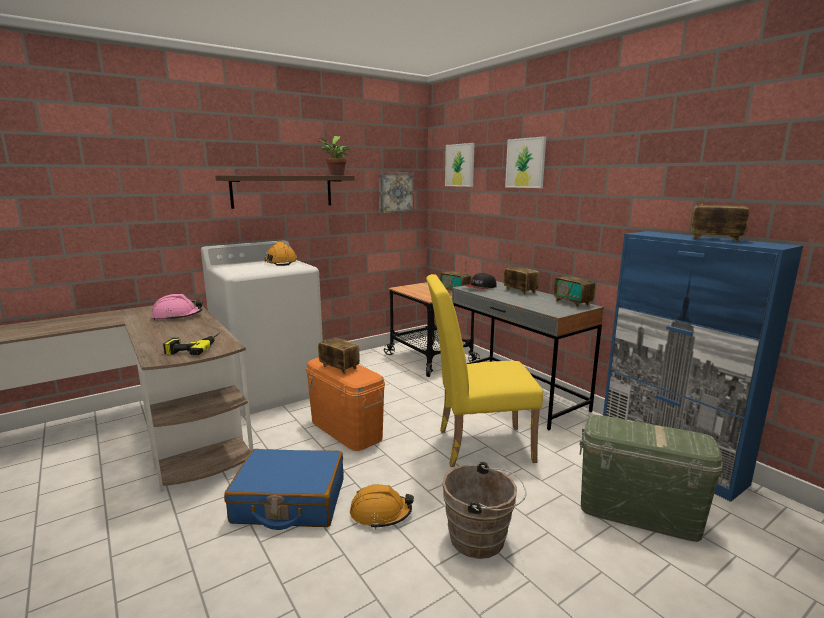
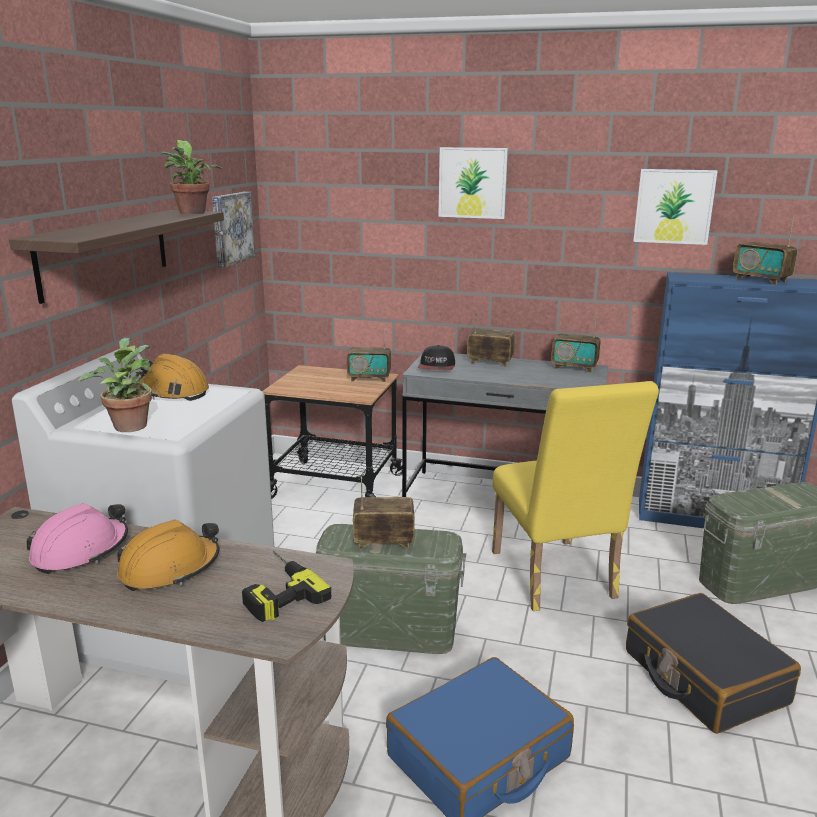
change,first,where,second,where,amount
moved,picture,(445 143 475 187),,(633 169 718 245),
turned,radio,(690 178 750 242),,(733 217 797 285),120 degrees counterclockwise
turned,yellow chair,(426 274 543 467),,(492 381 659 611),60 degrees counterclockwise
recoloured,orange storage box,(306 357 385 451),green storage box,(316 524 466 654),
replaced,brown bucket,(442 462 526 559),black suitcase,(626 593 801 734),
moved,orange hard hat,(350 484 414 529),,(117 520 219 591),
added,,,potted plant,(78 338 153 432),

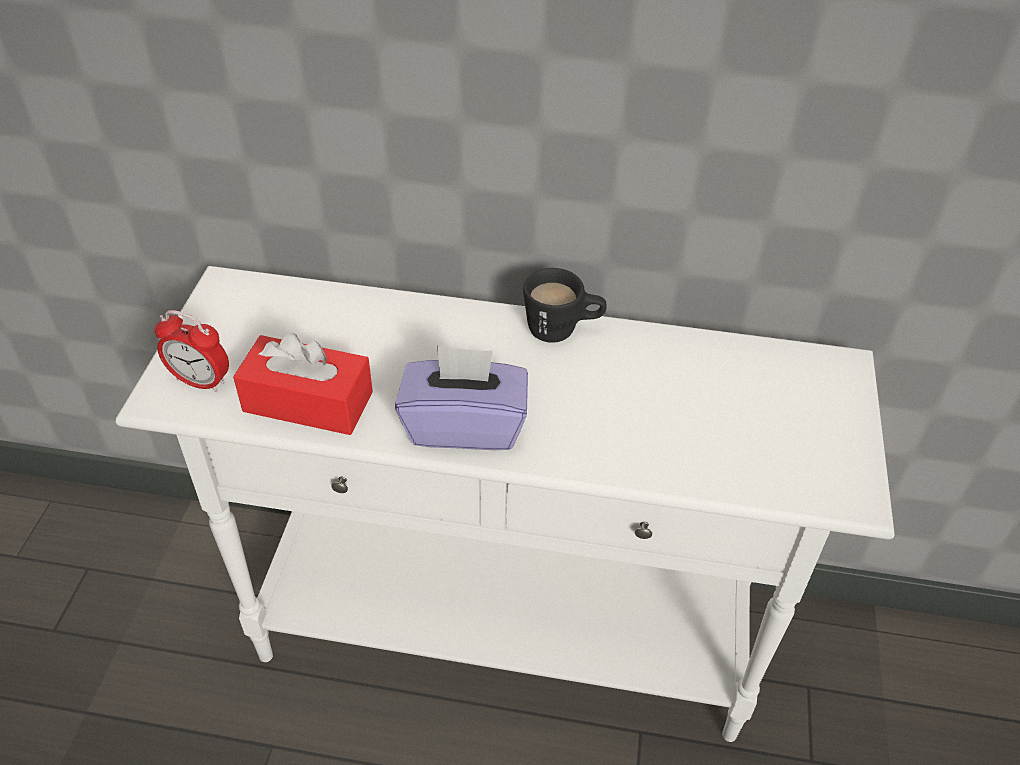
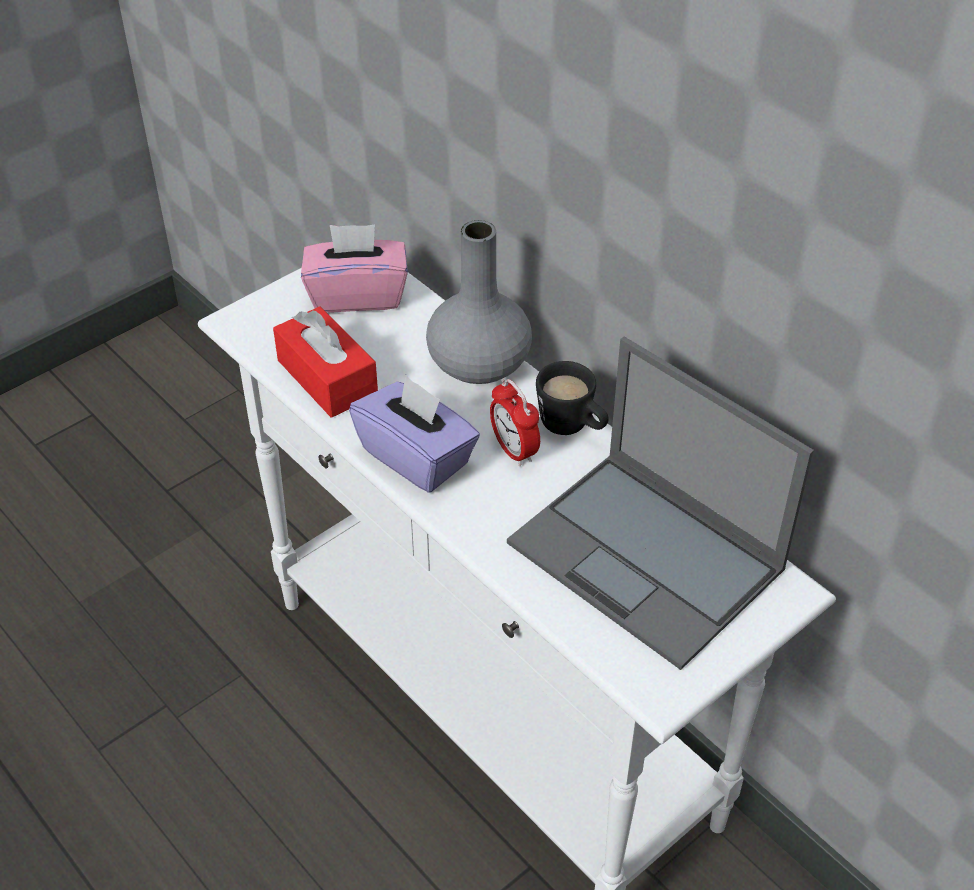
change,first,where,second,where,amount
moved,alarm clock,(154 310 229 392),,(490 379 540 466),
added,,,grey vase,(426 220 532 384),
added,,,pink tissue box,(301 225 408 313),
added,,,laptop,(507 337 814 670),

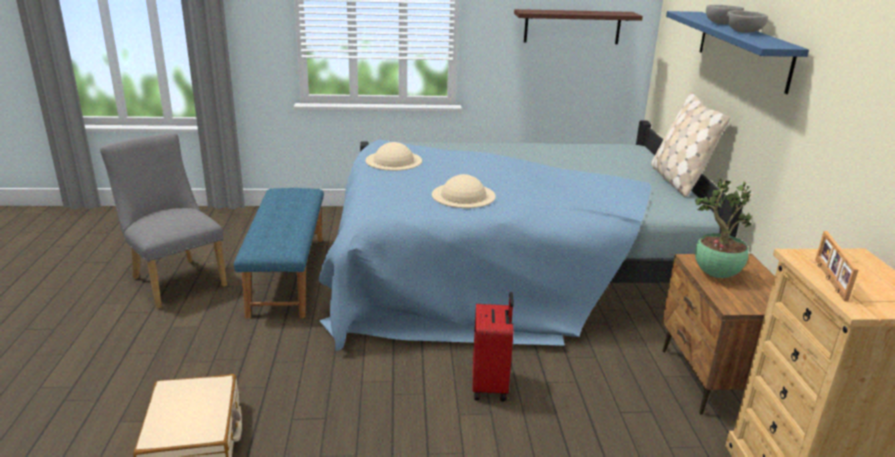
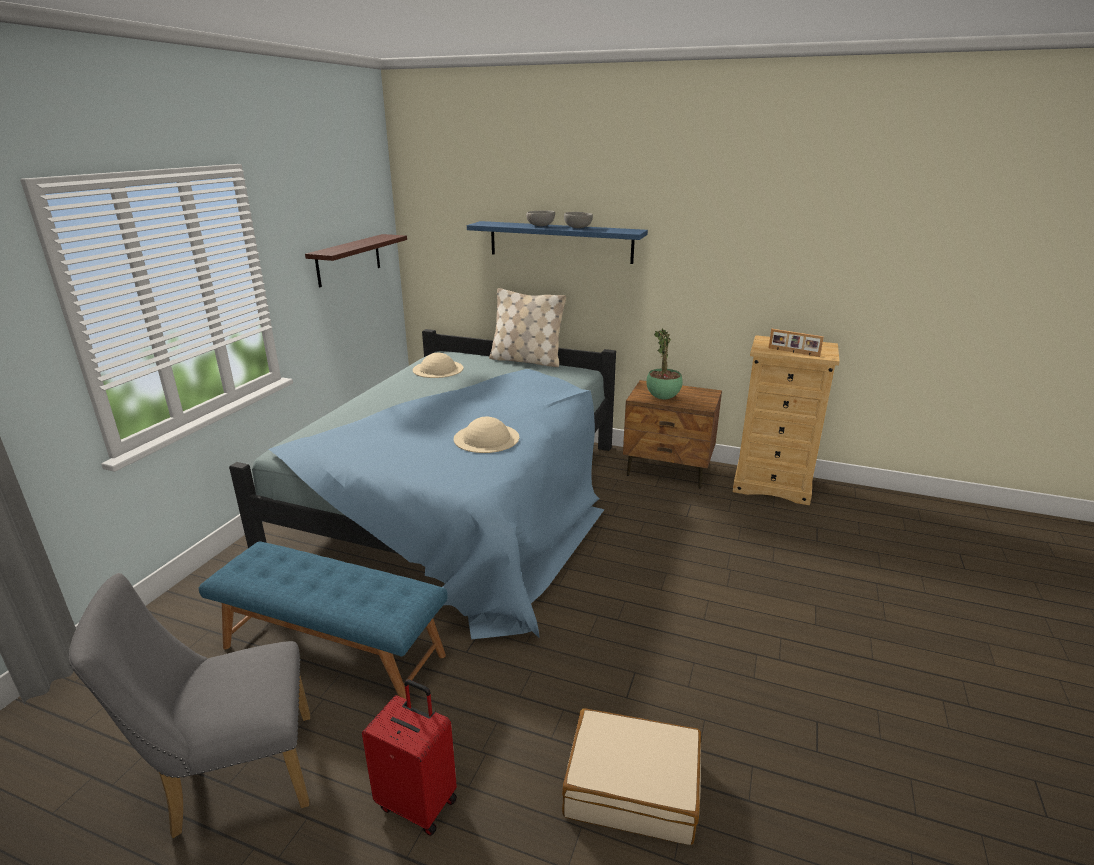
change,first,where,second,where,amount
moved,beige hat,(366 142 422 171),,(413 353 464 378),
moved,red suitcase,(473 292 514 402),,(362 679 457 836),

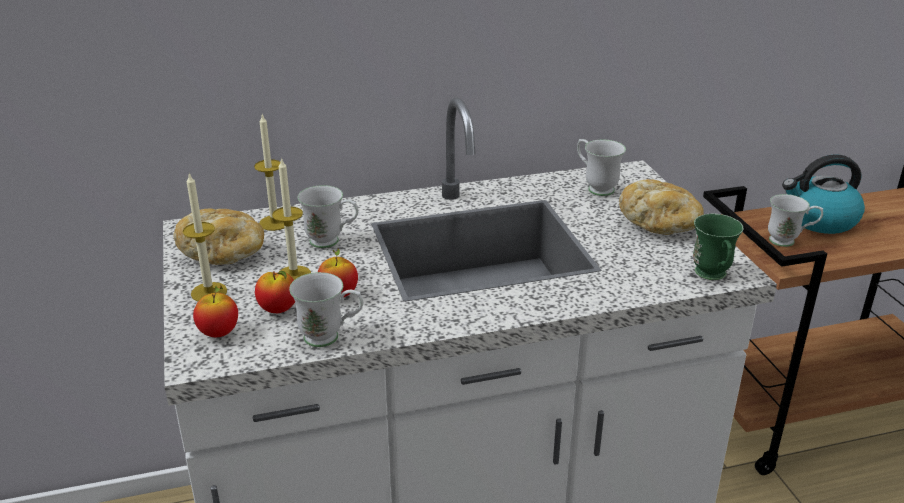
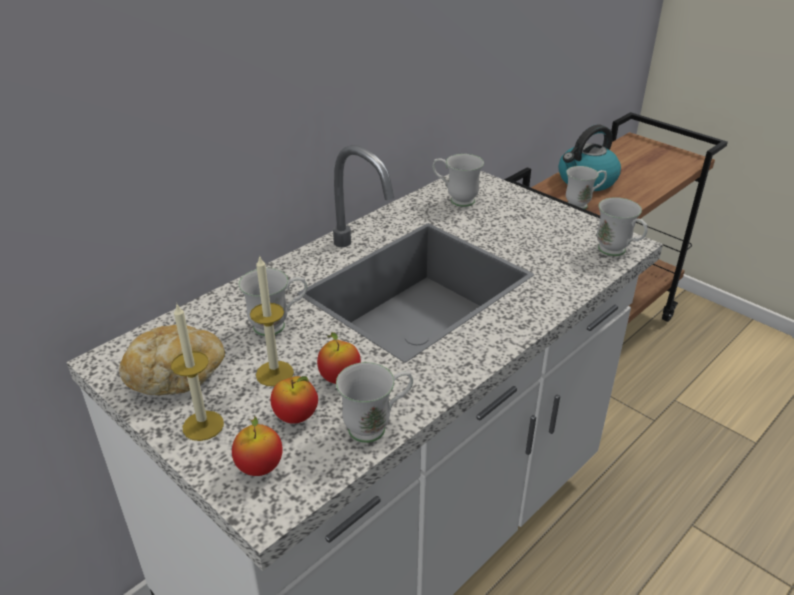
change,first,where,second,where,amount
removed,candle,(254 115 285 231),,,
removed,bread,(619 179 704 235),,,
recoloured,green mug,(693 214 743 280),white mug,(597 197 648 256),

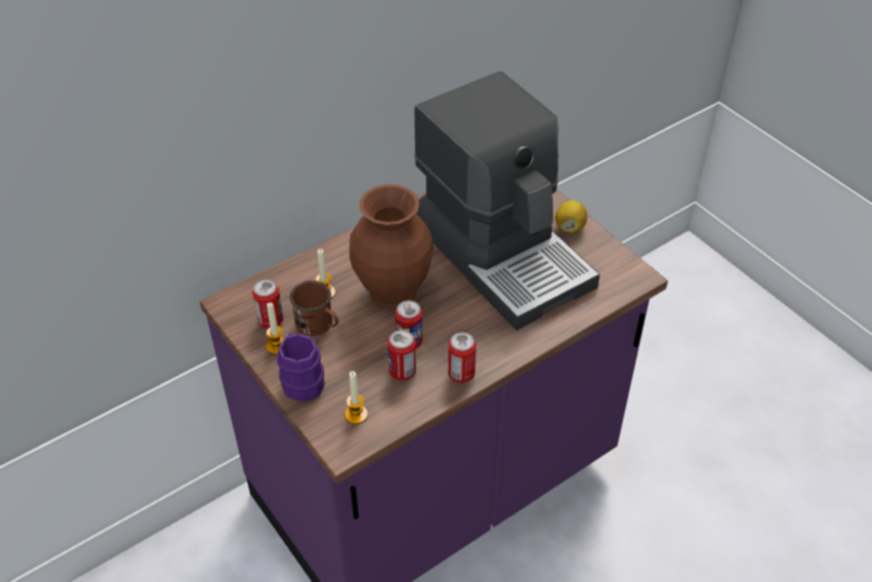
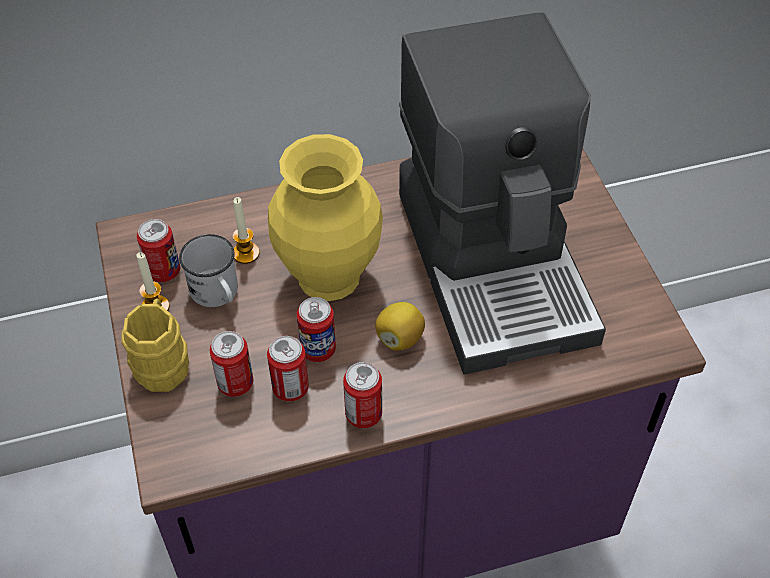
change,first,where,second,where,amount
recoloured,brown vase,(349 184 434 310),yellow vase,(268 134 383 301),
moved,lemon,(555 201 587 233),,(375 302 425 351),
recoloured,brown mug,(290 280 339 336),white mug,(179 234 238 307),
recoloured,purple mug,(277 333 325 402),yellow mug,(121 298 189 392),
removed,candle,(345 371 368 424),,,
added,,,can,(210 331 253 397),

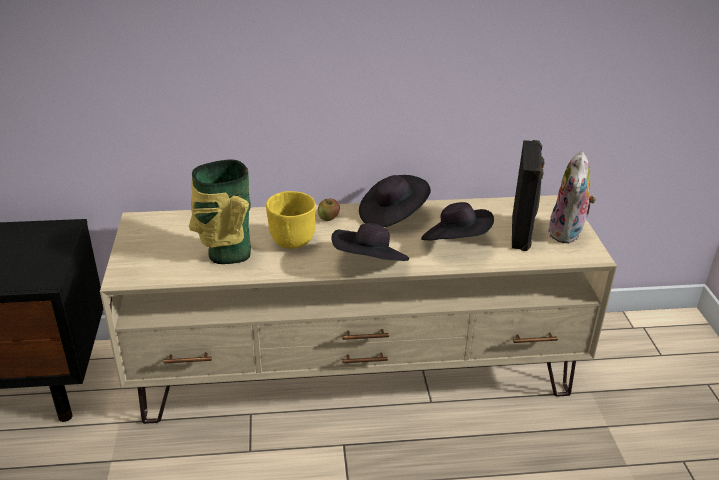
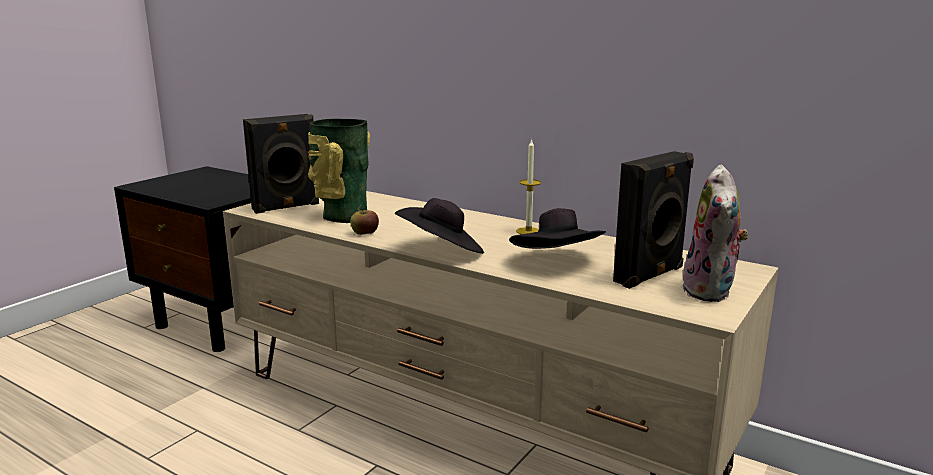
change,first,where,second,where,amount
turned,plush toy,(548 151 596 244),,(682 165 749 302),45 degrees counterclockwise
replaced,black hat,(359 175 431 227),candle,(516 139 541 234),
removed,yellow bowl,(266 191 316 249),,,
moved,apple,(318 198 340 221),,(350 207 379 235),
added,,,black speaker,(243 114 319 214),

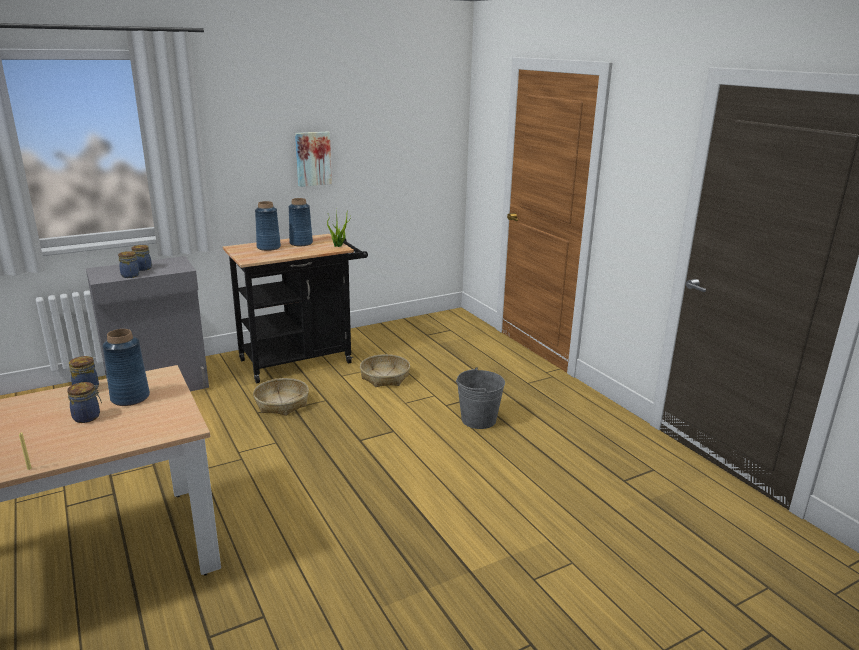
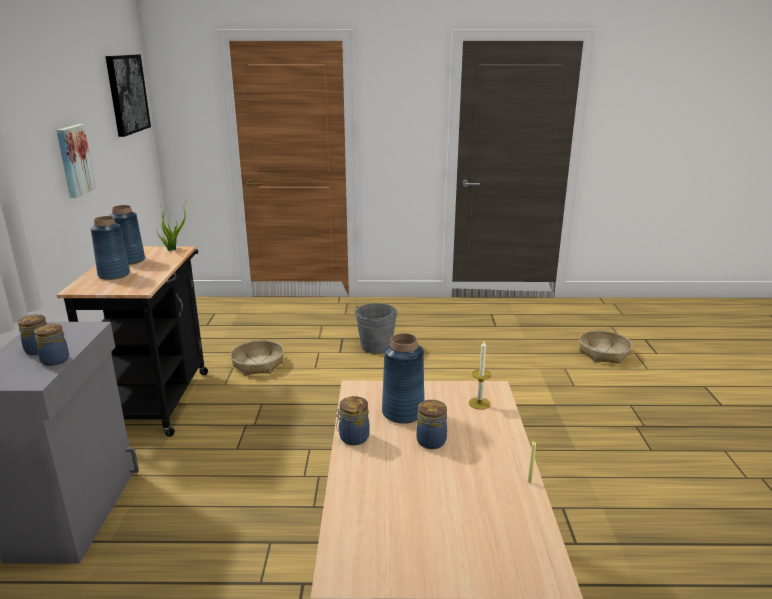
change,first,where,second,where,amount
moved,basket,(253 378 309 416),,(579 330 633 364),
added,,,picture,(105 55 151 137),
added,,,candle,(469 341 491 410),

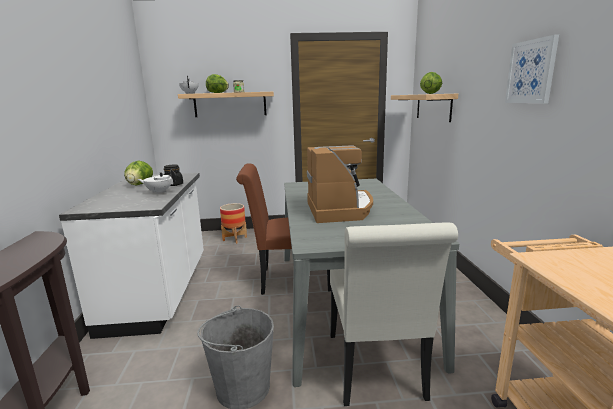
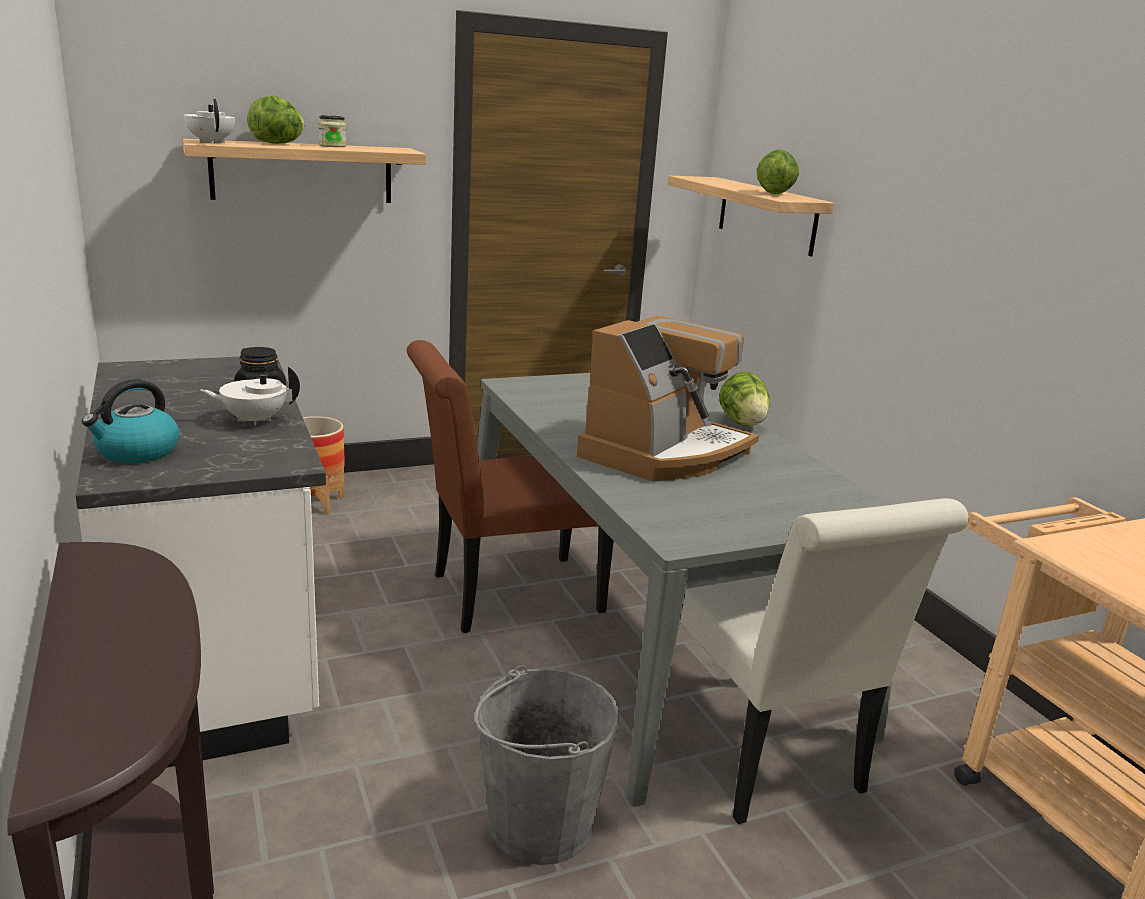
change,first,where,second,where,amount
removed,picture,(505 35 559 104),,,
turned,coffee machine,(307 145 373 223),,(577 315 759 482),60 degrees clockwise
moved,lettuce,(124 160 153 185),,(719 372 770 426),
added,,,kettle,(82 379 179 463),

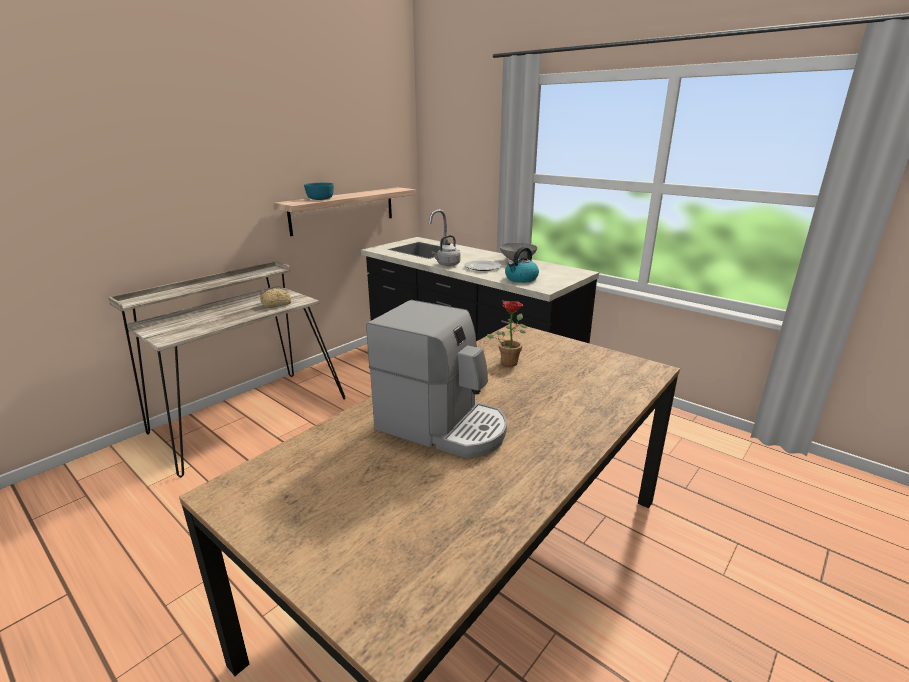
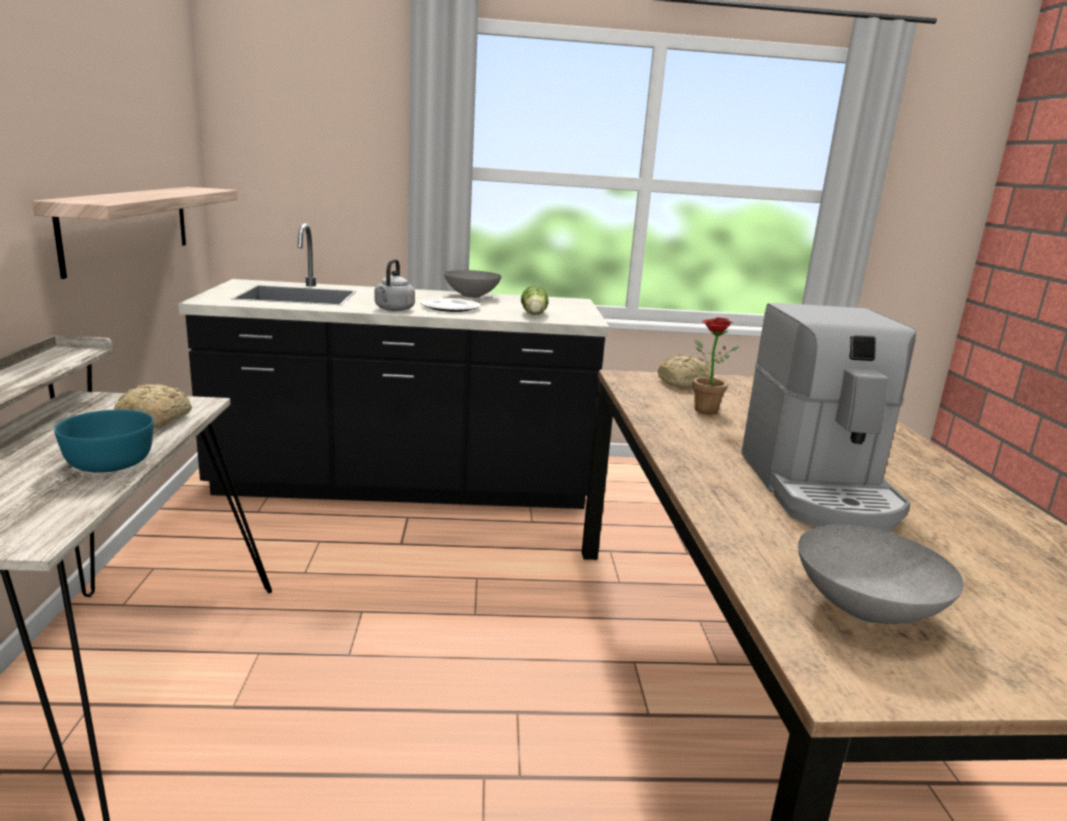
change,first,where,second,where,amount
moved,turquoise bowl,(304 183 334 200),,(54 410 154 472),
replaced,kettle,(505 247 539 283),lettuce,(521 285 548 315),
turned,coffee machine,(366 300 507 458),,(741 303 917 532),105 degrees clockwise
added,,,bread,(658 355 711 388),
added,,,grey bowl,(798 525 964 624),

